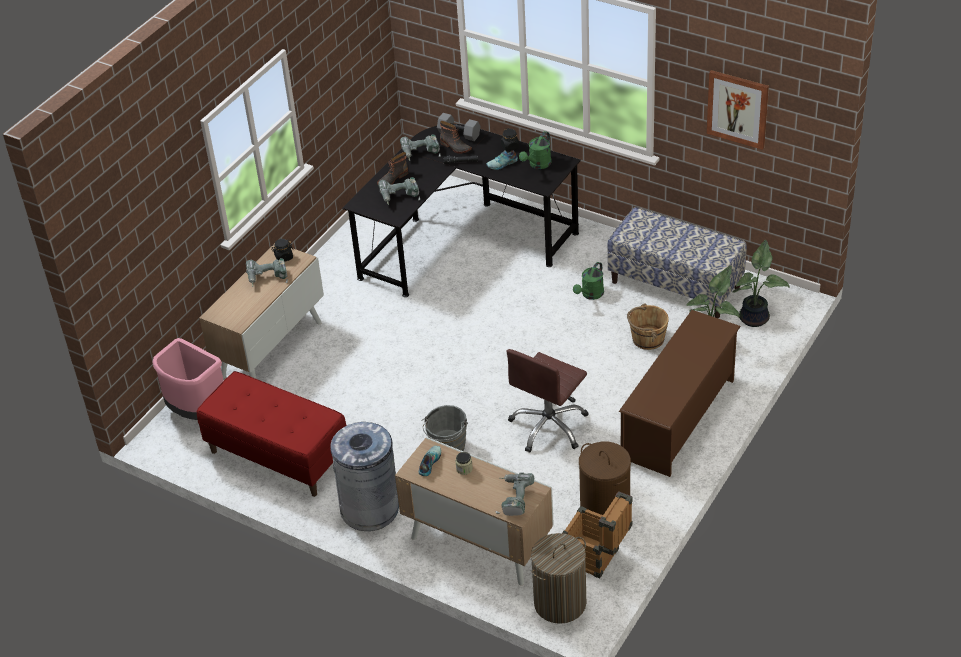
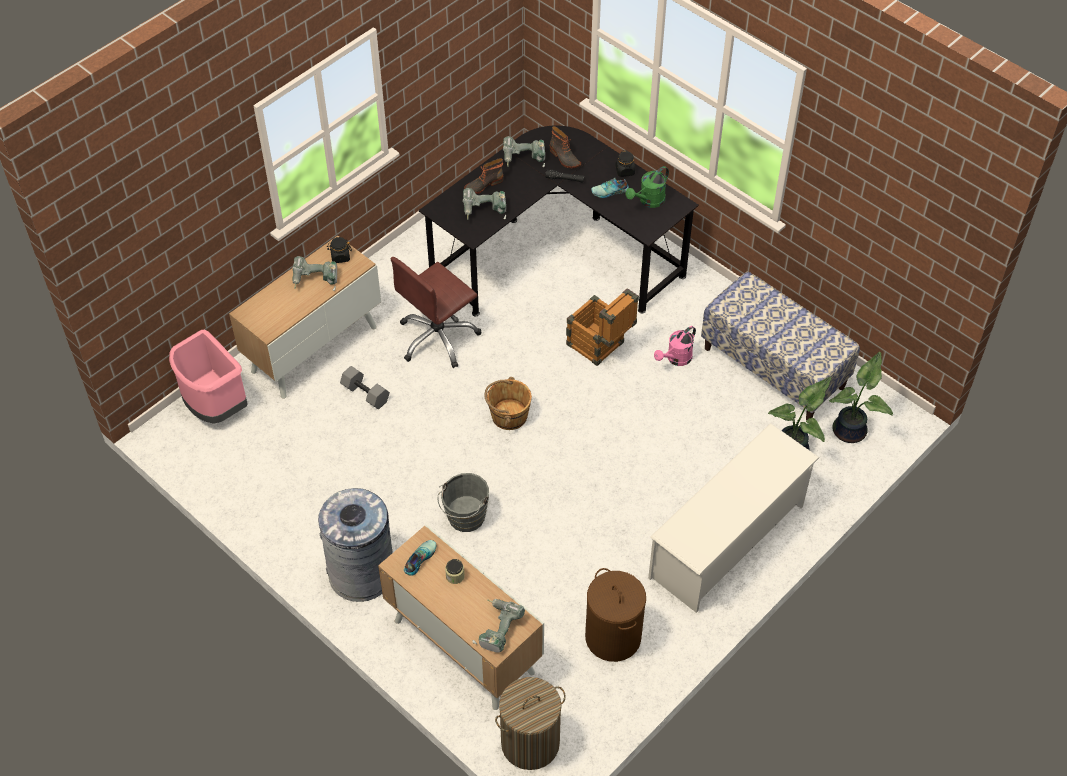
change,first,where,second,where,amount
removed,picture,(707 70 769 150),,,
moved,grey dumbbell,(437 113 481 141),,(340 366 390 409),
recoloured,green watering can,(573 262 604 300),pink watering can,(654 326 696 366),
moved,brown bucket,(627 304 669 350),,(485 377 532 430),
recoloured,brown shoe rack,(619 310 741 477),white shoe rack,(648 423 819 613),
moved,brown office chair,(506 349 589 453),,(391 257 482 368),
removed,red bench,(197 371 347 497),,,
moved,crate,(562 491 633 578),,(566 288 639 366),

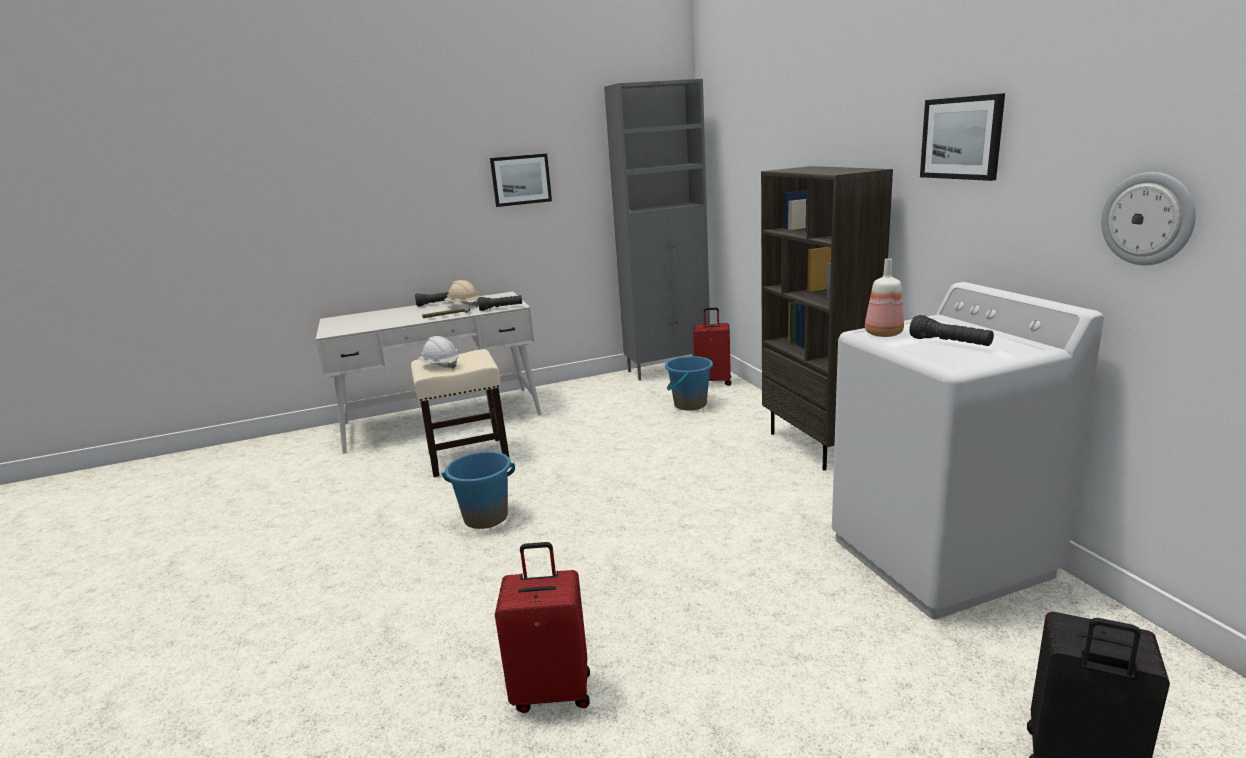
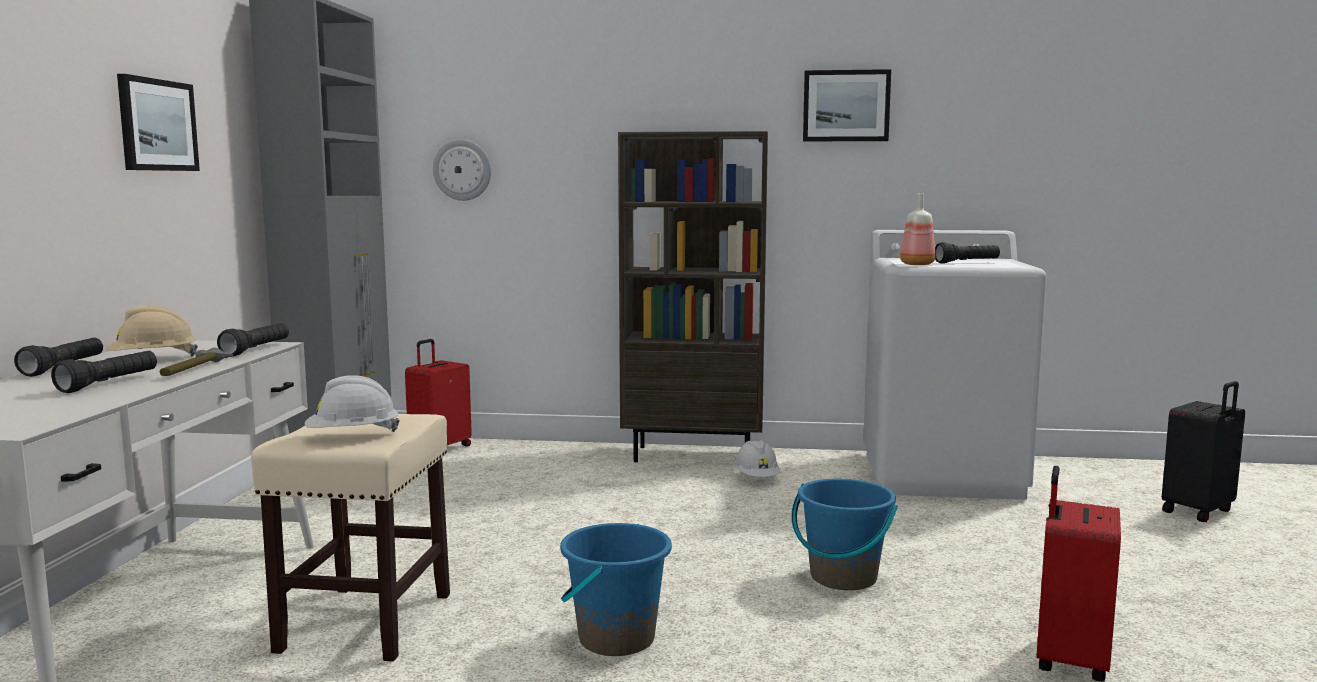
change,first,where,second,where,amount
moved,wall clock,(1101 172 1196 265),,(433 139 491 201),
moved,blue bucket,(665 356 713 411),,(791 479 898 590),
added,,,black flashlight,(51 351 157 393),
added,,,white hard hat,(734 440 780 477),

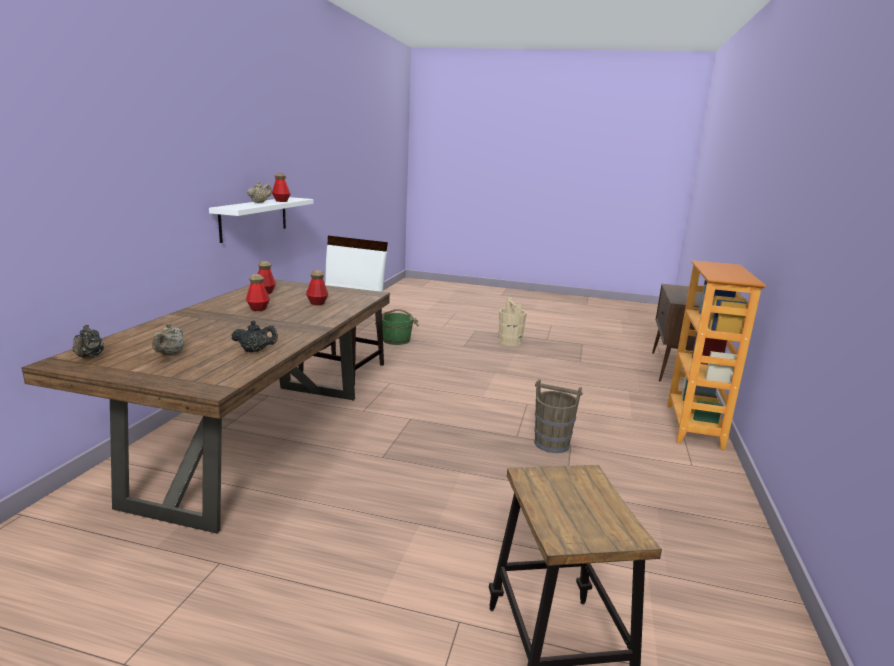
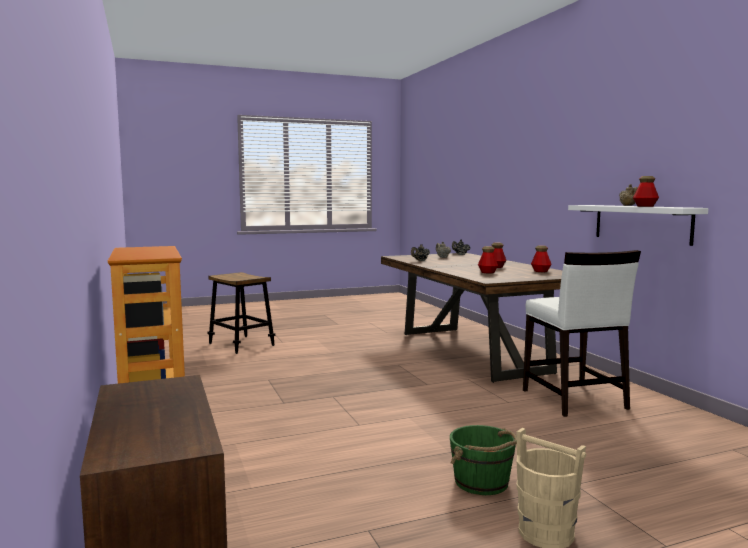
change,first,where,second,where,amount
moved,green bucket,(375 309 419 345),,(450 425 517 495),
removed,brown bucket,(534 379 583 453),,,

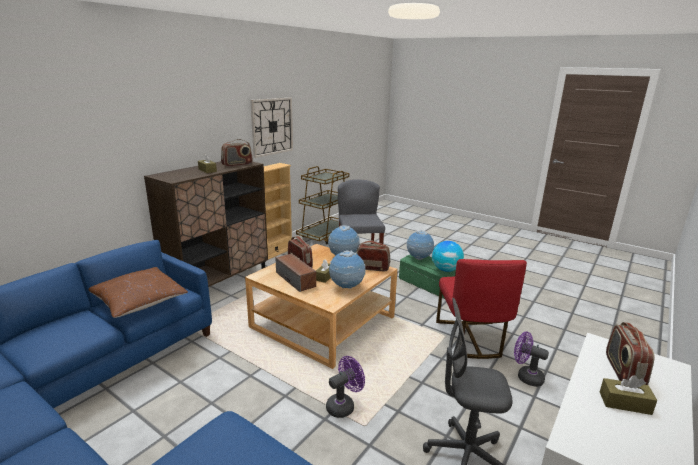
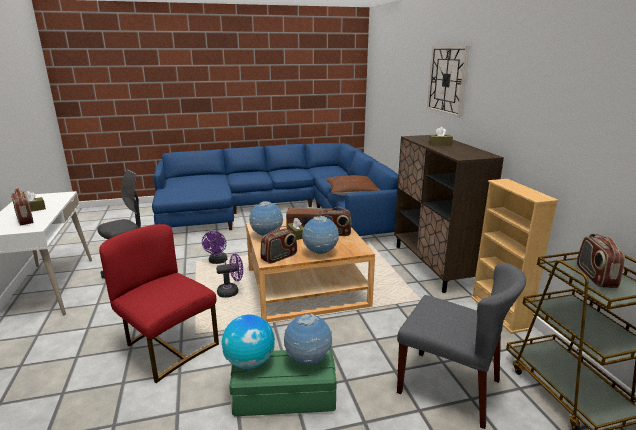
change,first,where,second,where,amount
moved,wall clock,(250 98 293 158),,(427 46 469 117),
moved,radio,(221 139 253 167),,(577 234 625 288),
moved,purple fan,(514 331 549 387),,(216 254 243 298),

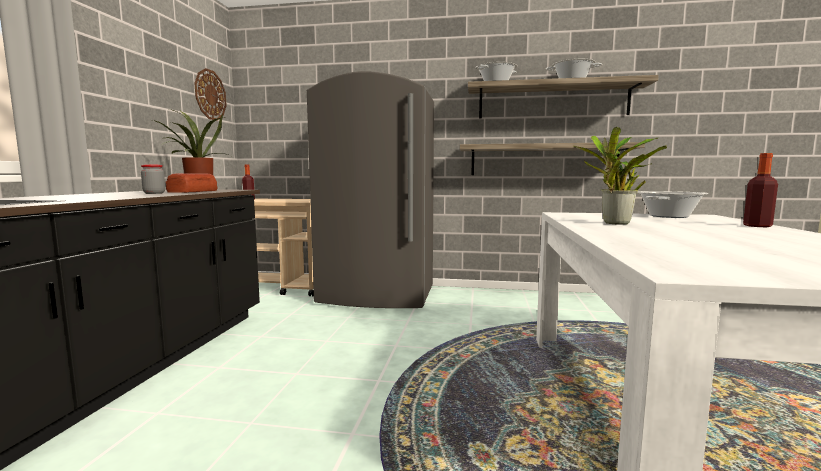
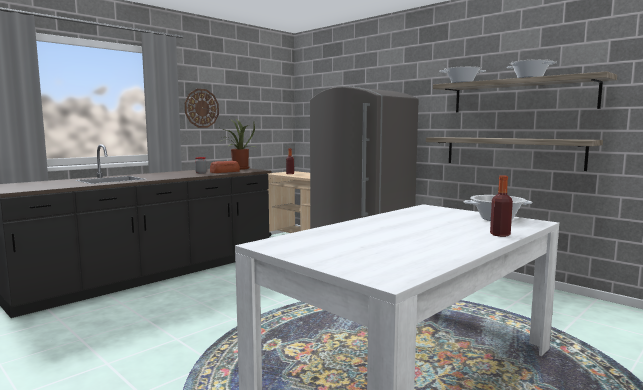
change,first,where,second,where,amount
moved,wall clock,(194 68 227 121),,(185 89 219 128),
removed,potted plant,(573 127 667 225),,,

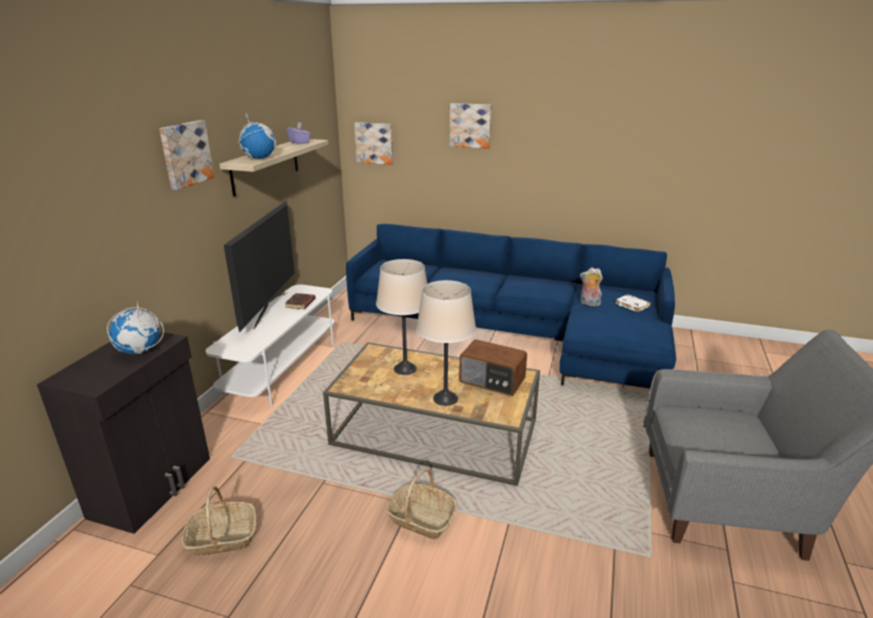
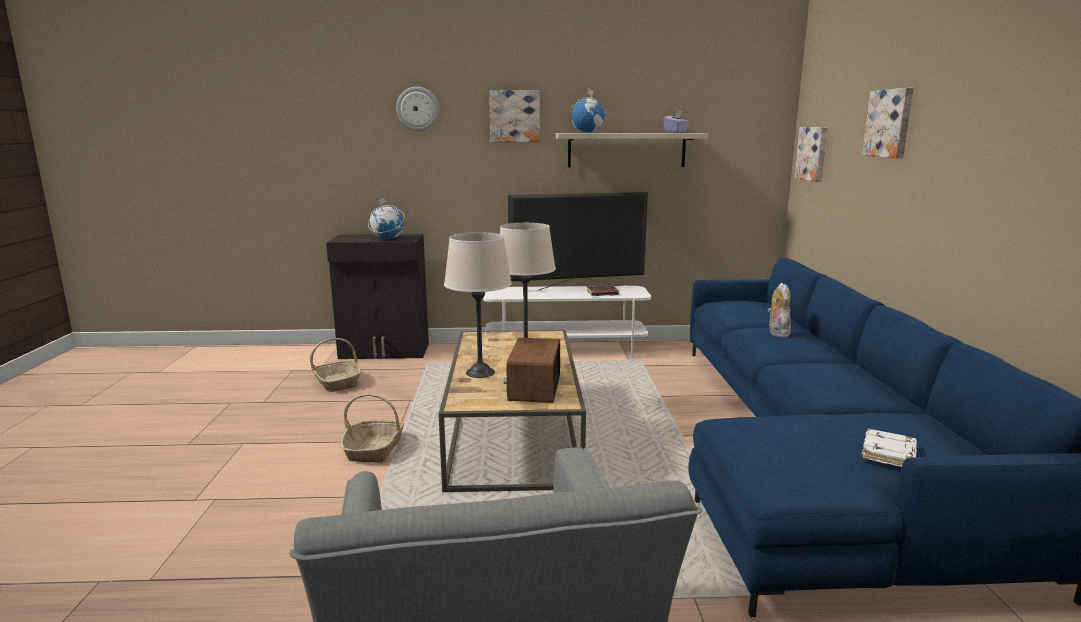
change,first,where,second,where,amount
moved,plush toy,(580 268 603 306),,(768 283 791 338),
added,,,wall clock,(396 86 439 131),

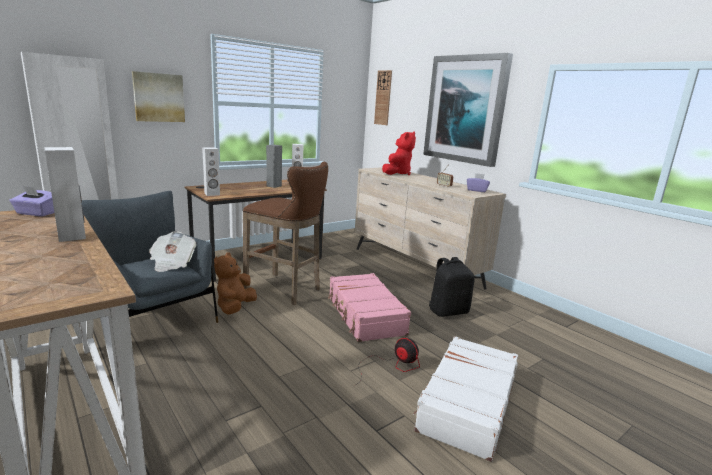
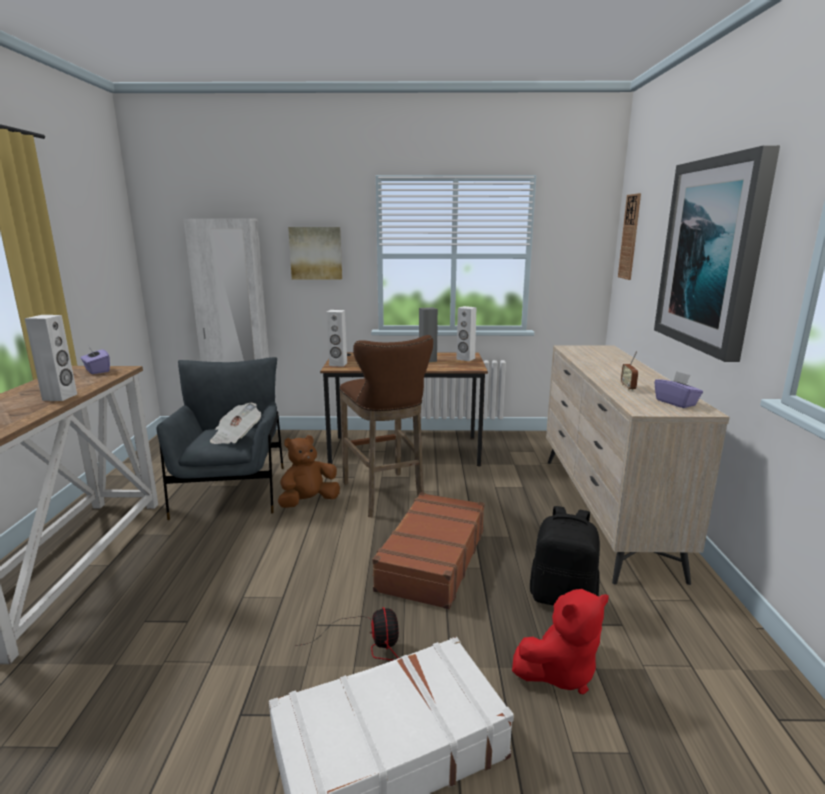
change,first,where,second,where,amount
moved,red plush toy,(382 132 416 175),,(512 589 609 694),
recoloured,pink suitcase,(328 273 411 342),brown suitcase,(372 492 485 609),

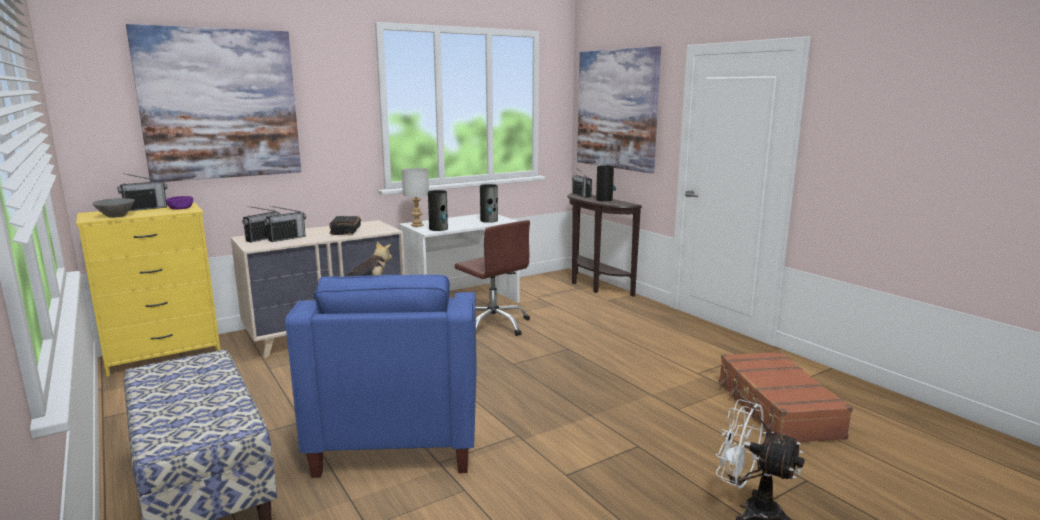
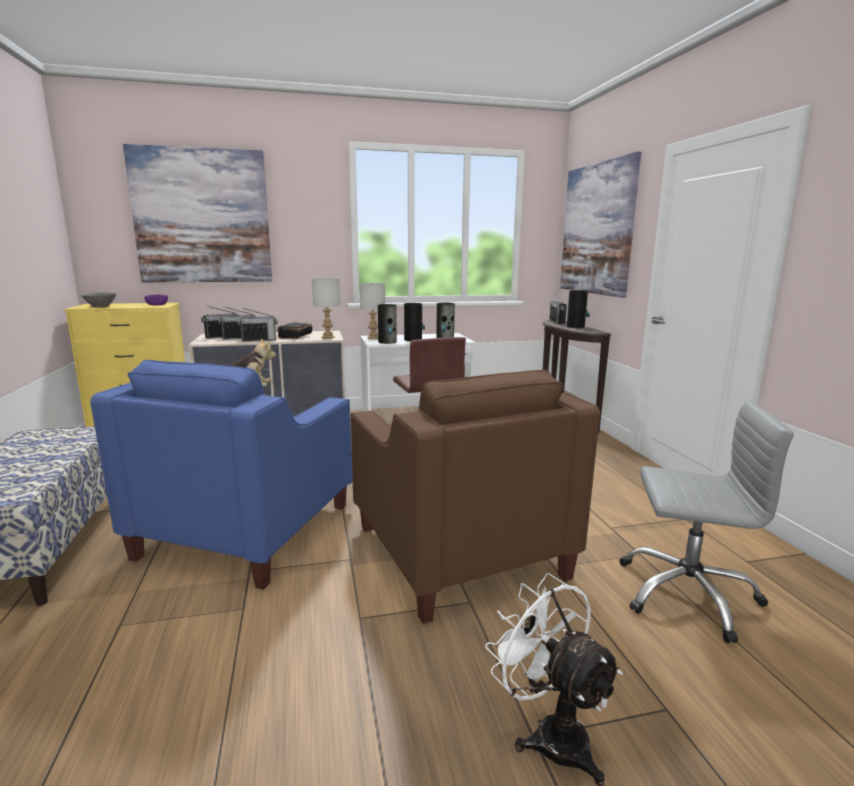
change,first,where,second,where,amount
moved,radio,(117 173 167 211),,(238 309 278 342),
replaced,brown suitcase,(719 351 853 442),grey office chair,(620 400 794 643),
added,,,grey table lamp,(312 278 340 339),
added,,,vase,(404 303 425 341),
added,,,brown armchair,(351 370 600 624),

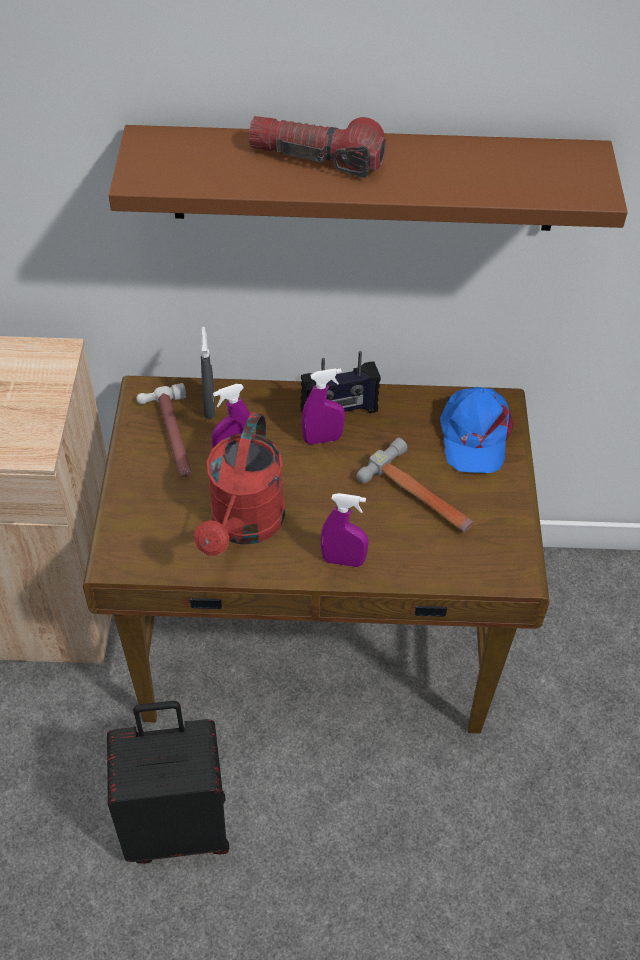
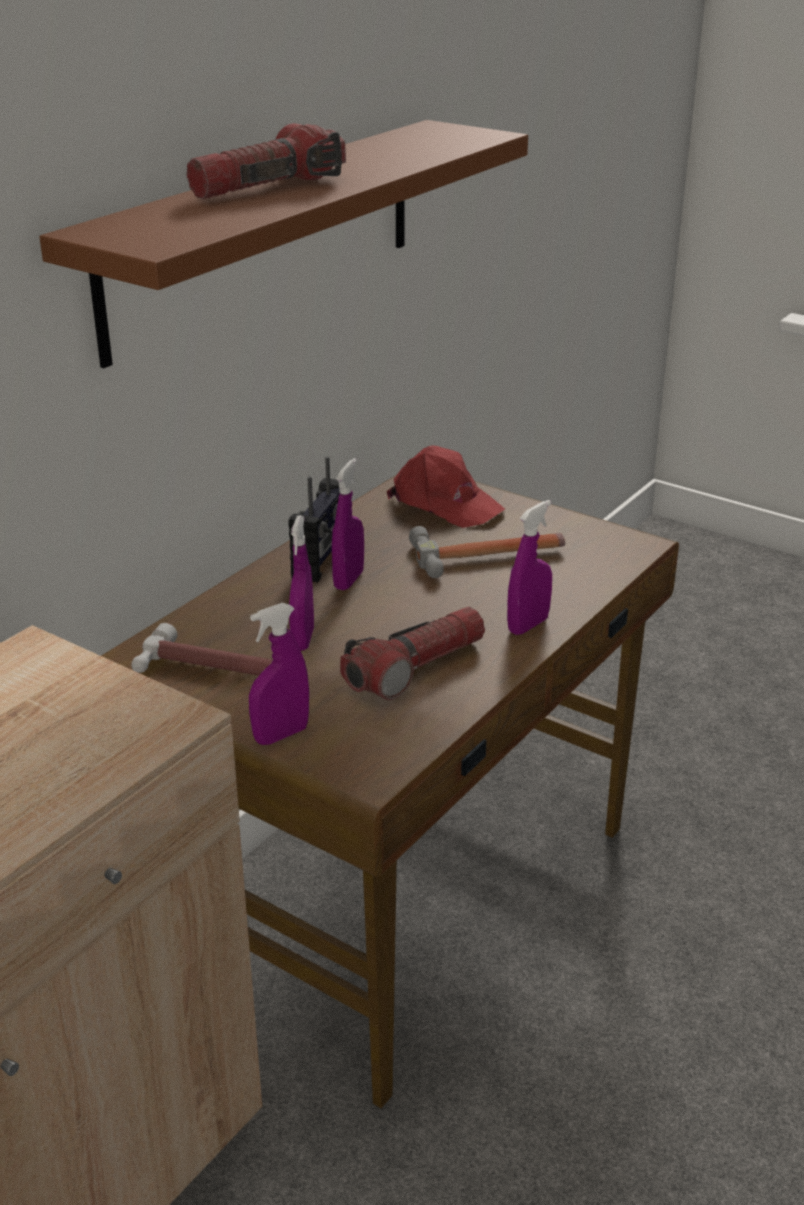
change,first,where,second,where,amount
removed,grey spray bottle,(200 327 216 419),,,
recoloured,blue cap,(440 387 514 473),red cap,(387 445 505 528),
replaced,red watering can,(194 412 285 556),flashlight,(340 607 485 700),
removed,black suitcase,(107 701 229 864),,,
added,,,purple spray bottle,(249 603 309 745),

